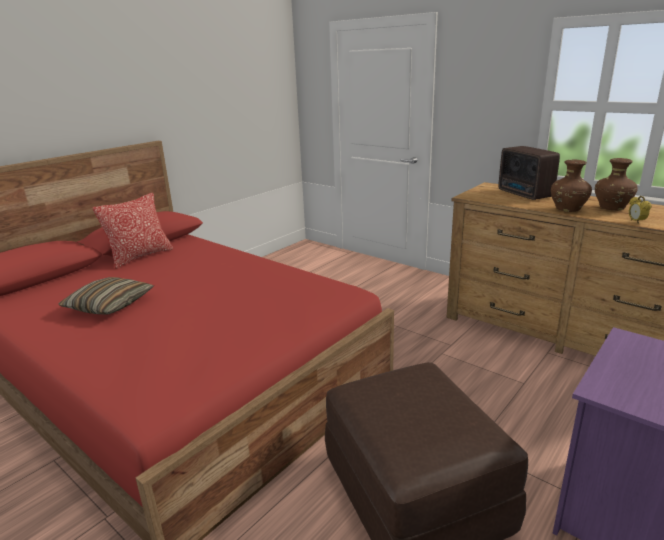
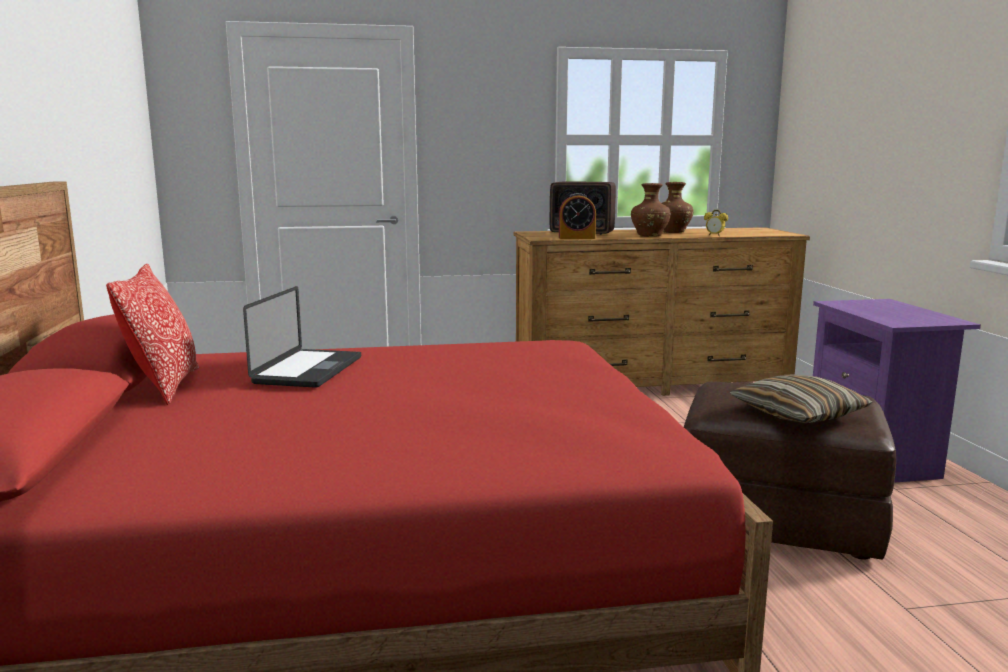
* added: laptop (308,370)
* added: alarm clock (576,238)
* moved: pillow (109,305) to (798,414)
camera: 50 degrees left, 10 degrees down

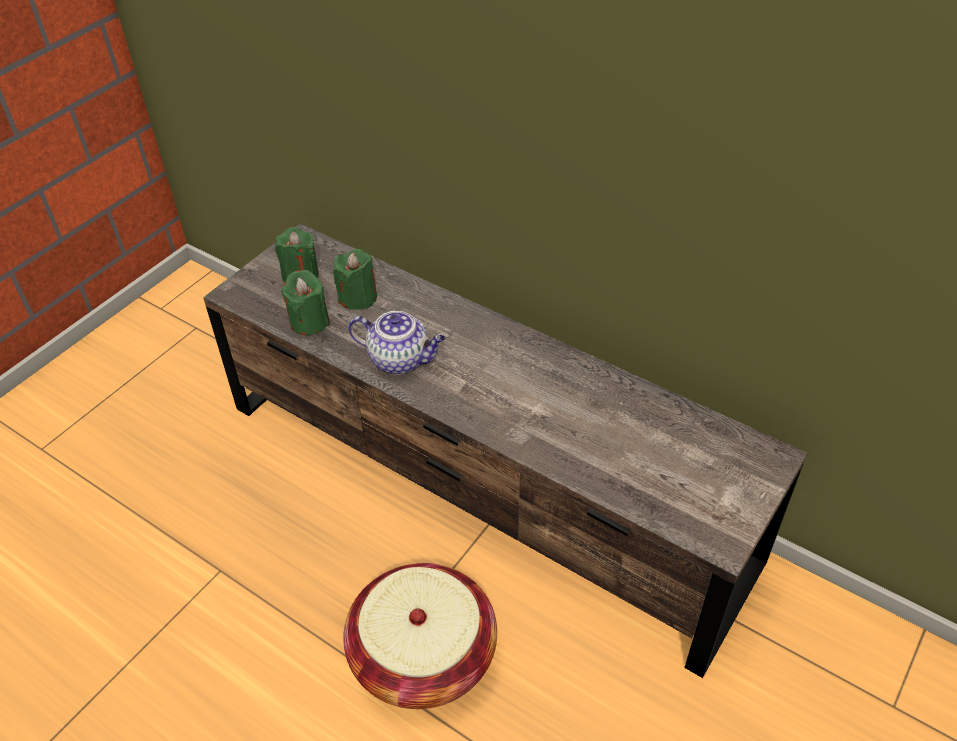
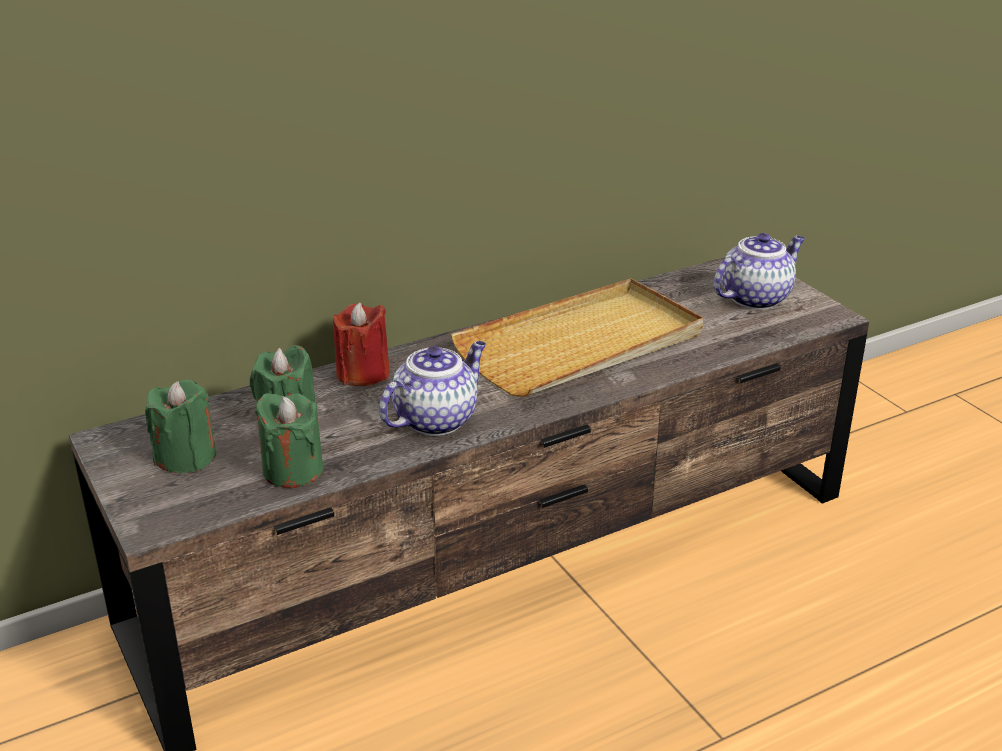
* removed: basket (423,655)
* added: red candle (363,373)
* added: beige tray (581,345)
* added: teapot (756,297)
camera: 65 degrees left, 15 degrees down

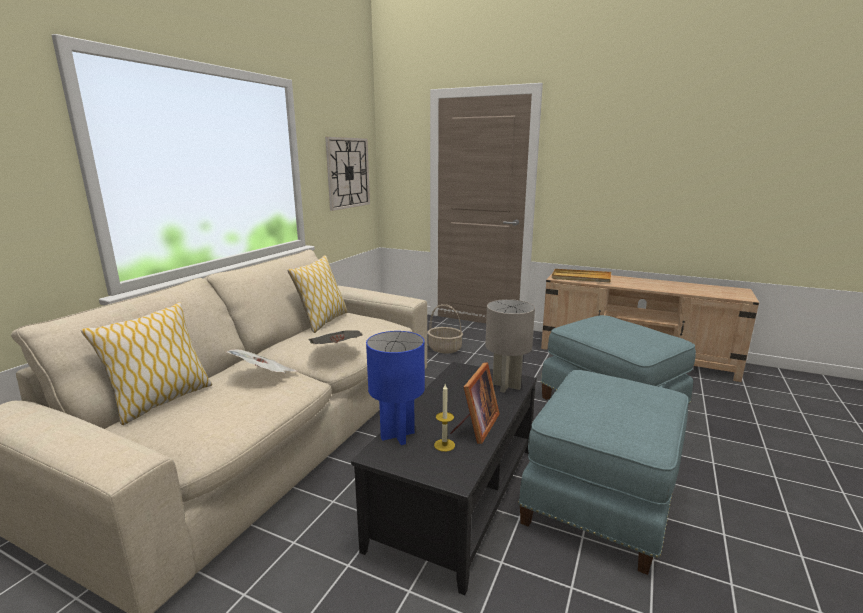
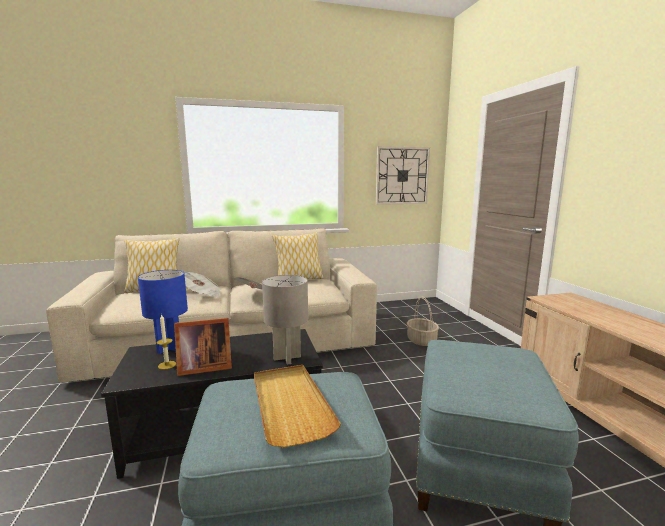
* moved: beige tray (581,278) to (290,404)
camera: 50 degrees right, 5 degrees down

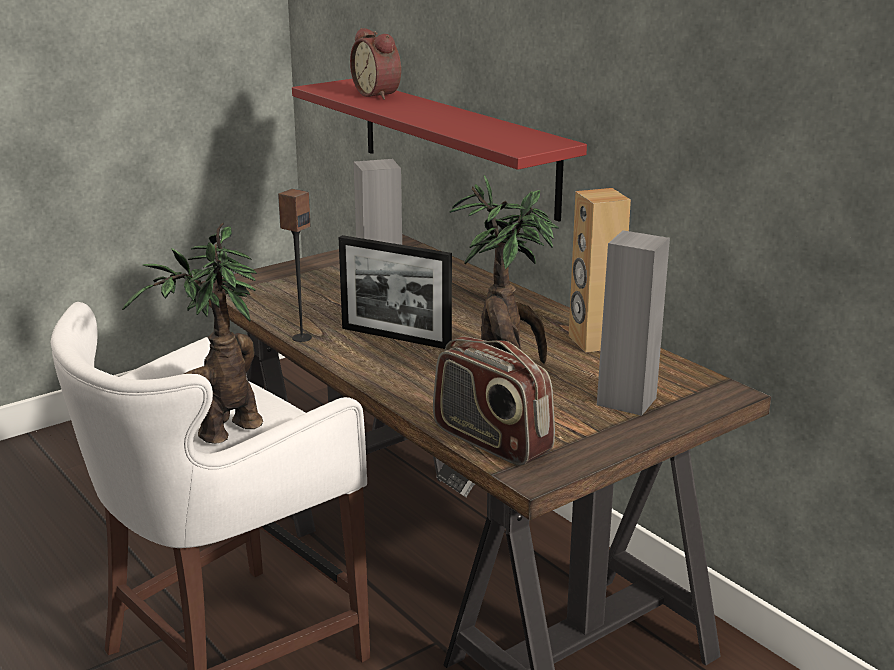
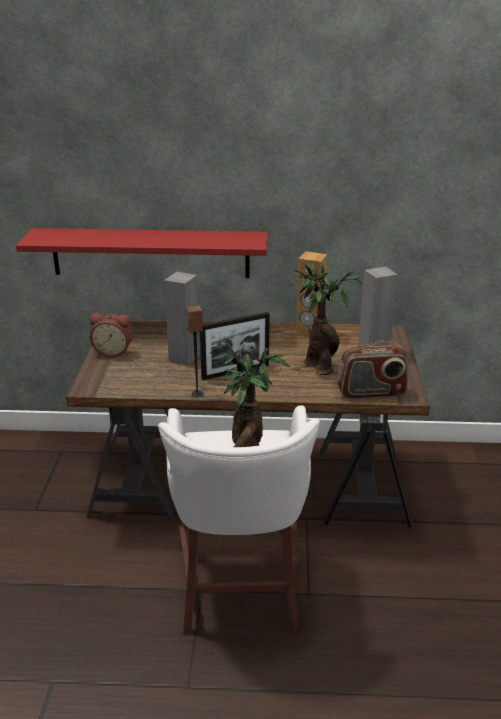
* moved: alarm clock (379,94) to (114,351)
camera: 50 degrees left, 5 degrees up

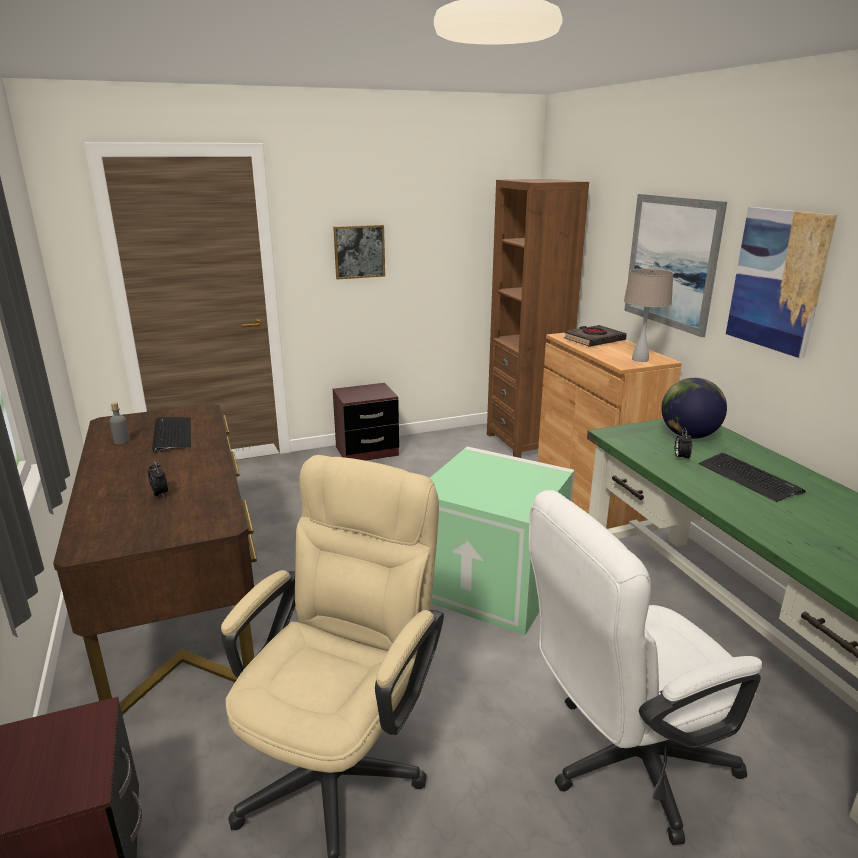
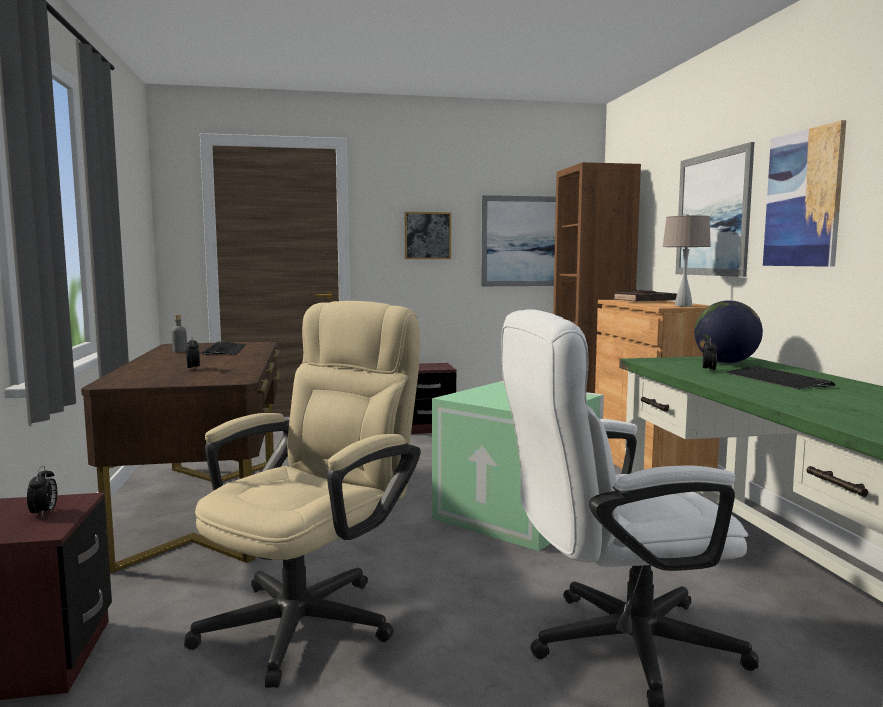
* added: alarm clock (44,513)
* added: picture (524,241)
camera: 10 degrees right, 15 degrees down

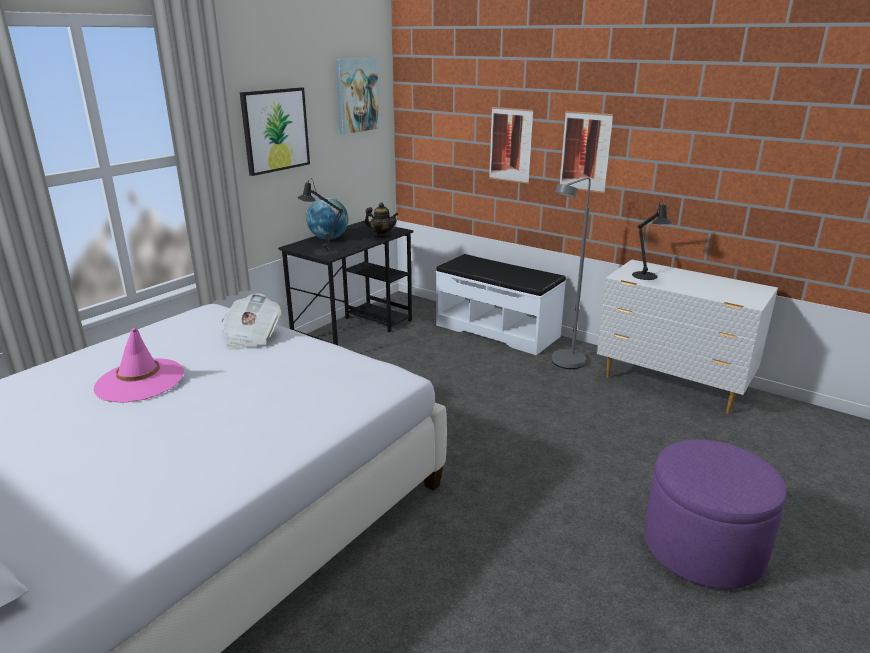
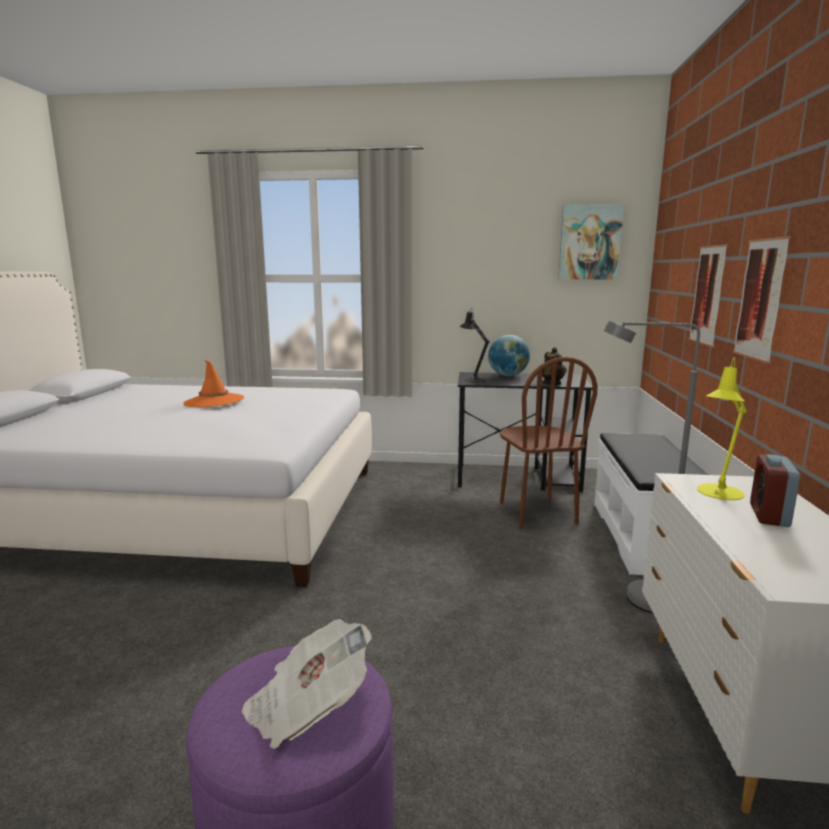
* removed: picture (275,130)
* added: brown chair (536,513)
* added: alarm clock (769,515)
* moved: newspaper (251,337) to (308,707)
* recoloured: pink hat (140,381) to orange hat (214,401)
* recoloured: black table lamp (646,277) to yellow table lamp (717,493)
camera: 60 degrees right, 10 degrees down

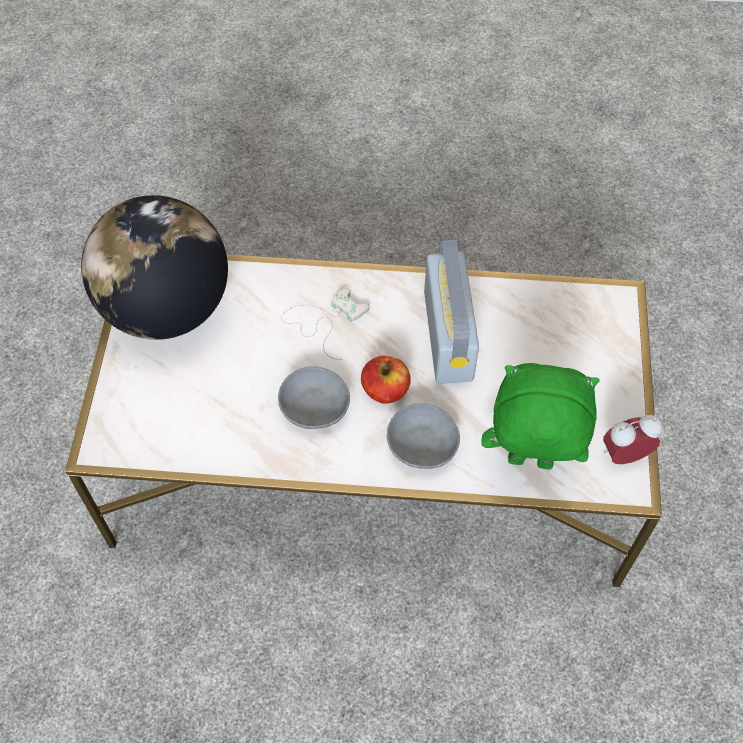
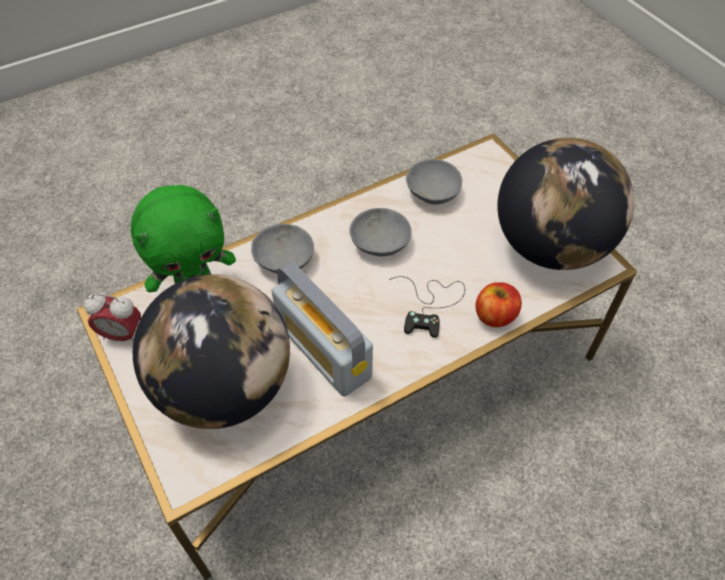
* added: globe (225,388)
* added: grey bowl (434,192)
* moved: apple (385,390) to (495,315)
* recoloured: white game controller (324,321) to black game controller (430,304)
* turned: alarm clock (624,455) = (122,334) 60 degrees clockwise
camera: 145 degrees right, 5 degrees down

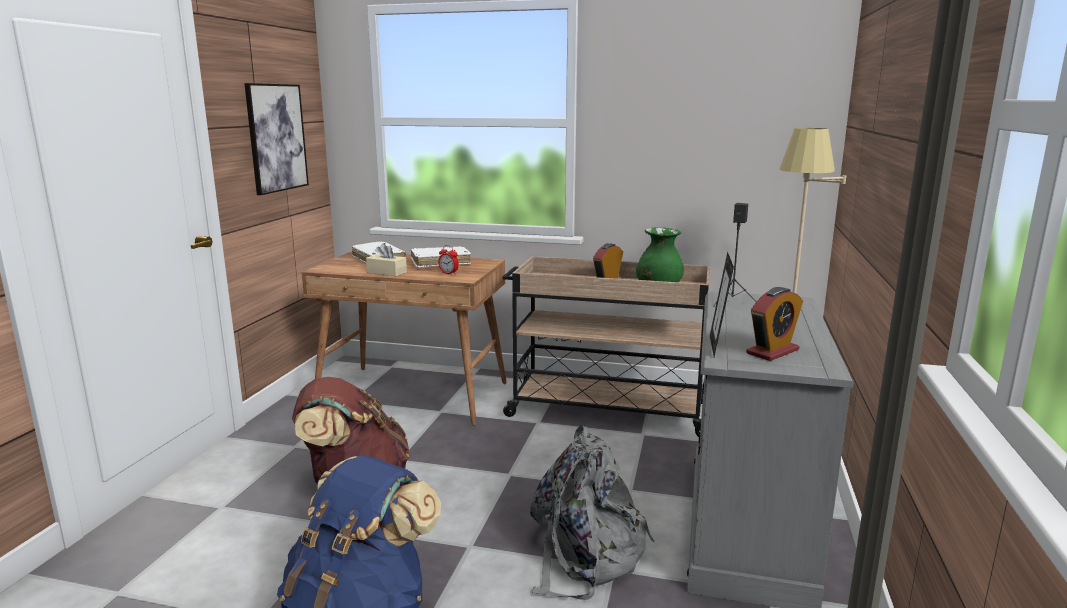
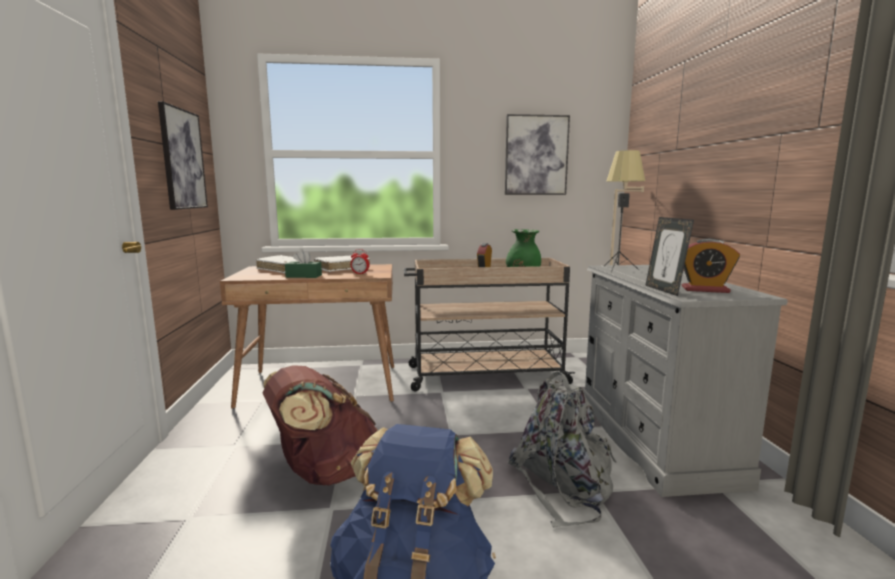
* added: picture (536,155)
* recoloured: beige tissue box (386,272) to green tissue box (304,276)
* turned: alarm clock (772,351) = (705,290) 75 degrees clockwise
camera: 20 degrees left, 5 degrees down

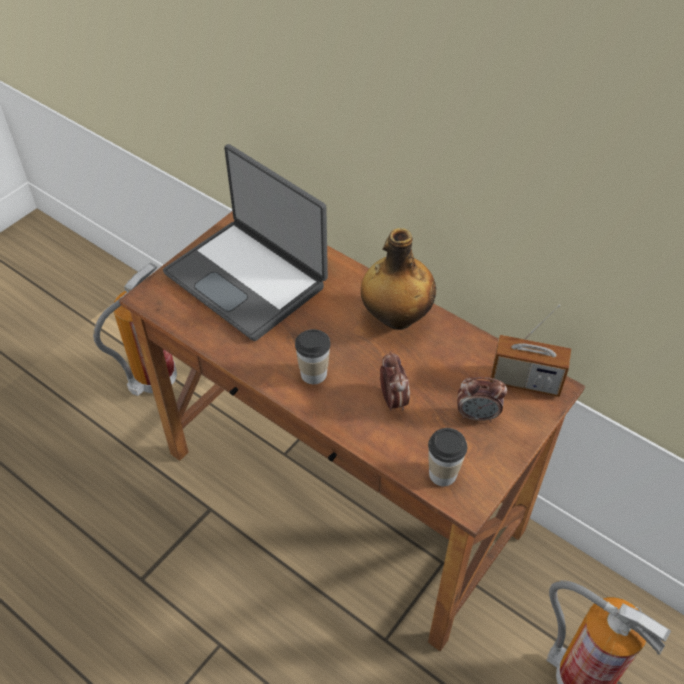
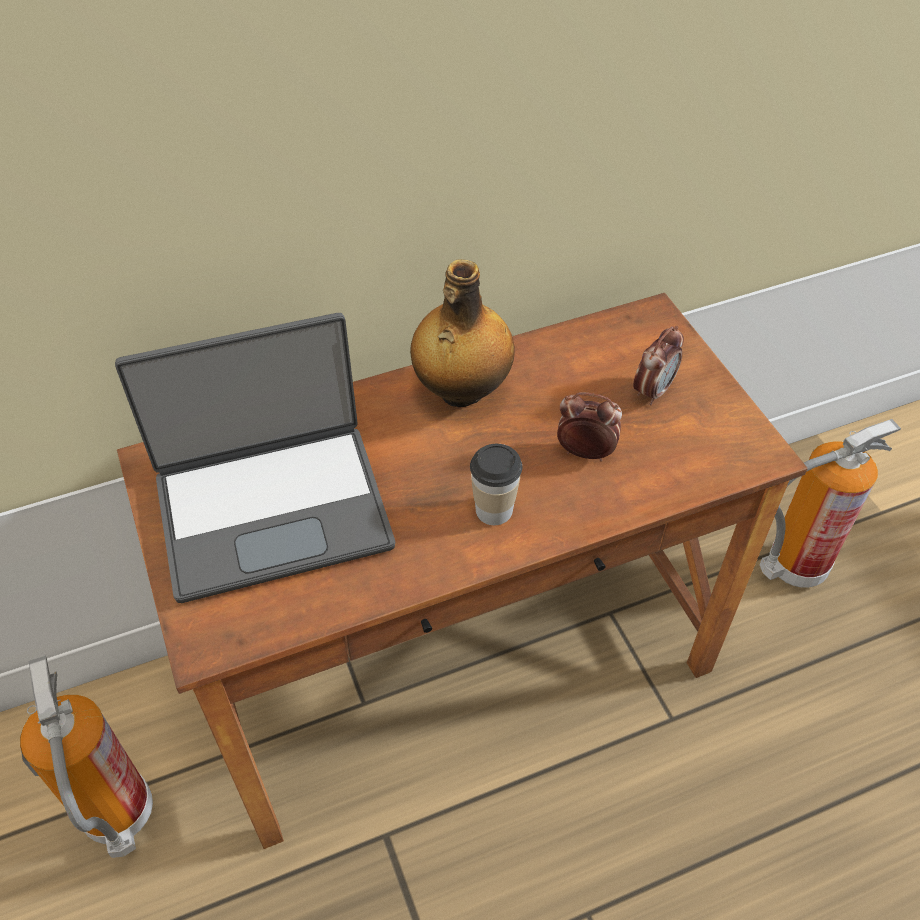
* removed: cup (442,474)
* removed: radio (525,381)
camera: 60 degrees left, 0 degrees up

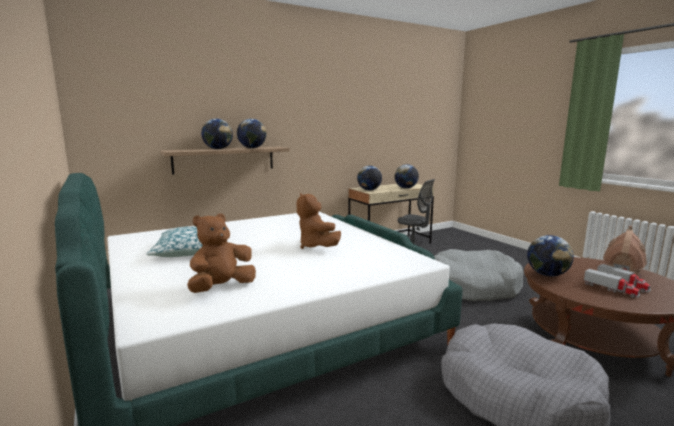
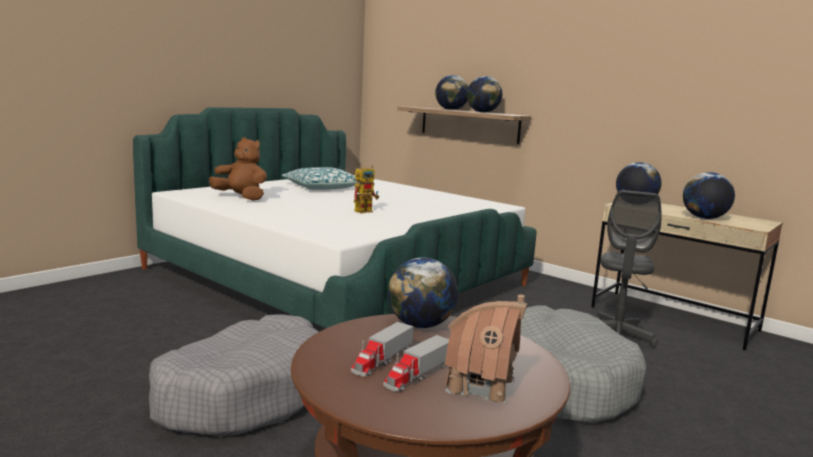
* replaced: brown plush toy (316,246) to toy robot (365,211)
camera: 70 degrees right, 0 degrees up

